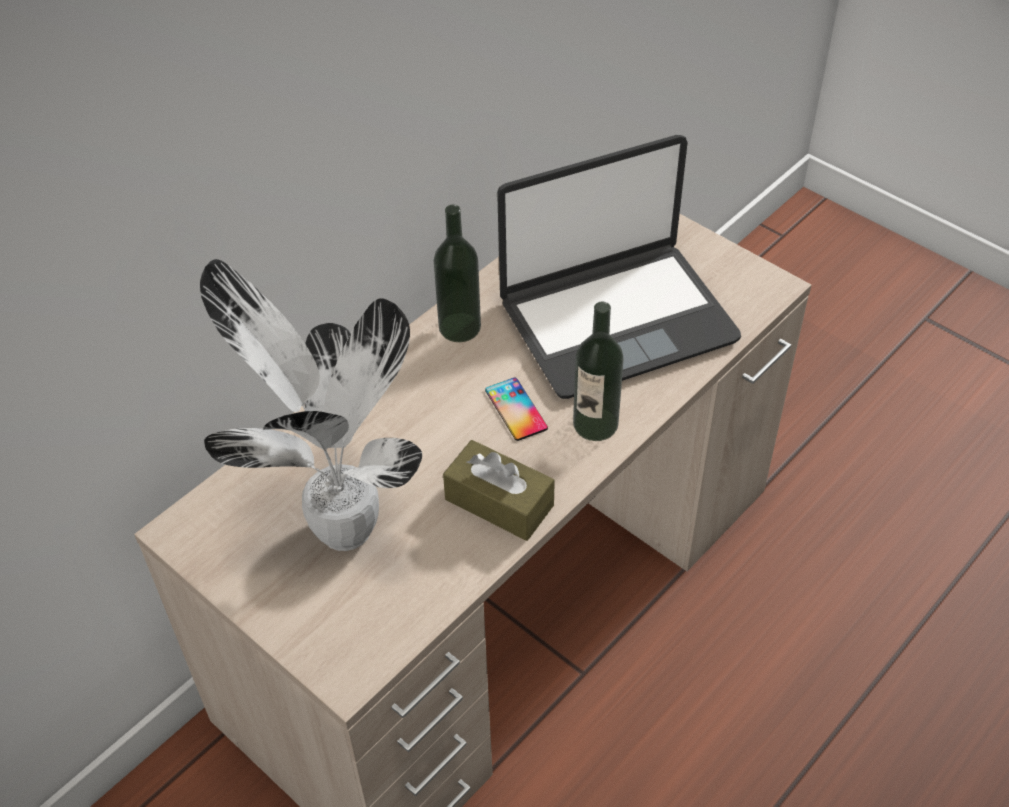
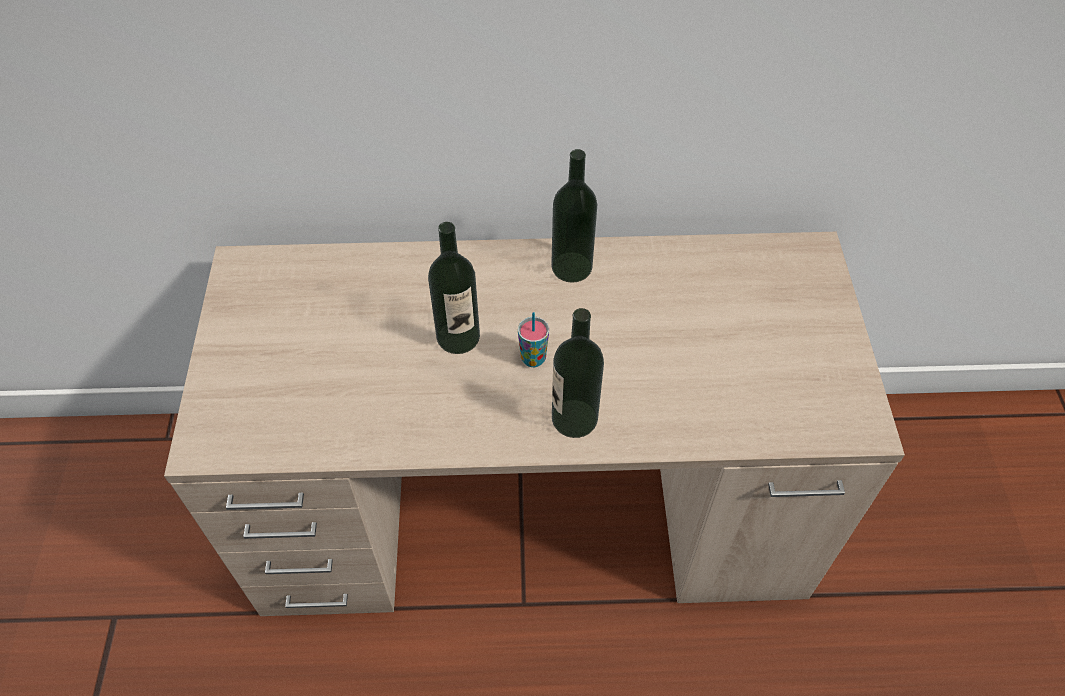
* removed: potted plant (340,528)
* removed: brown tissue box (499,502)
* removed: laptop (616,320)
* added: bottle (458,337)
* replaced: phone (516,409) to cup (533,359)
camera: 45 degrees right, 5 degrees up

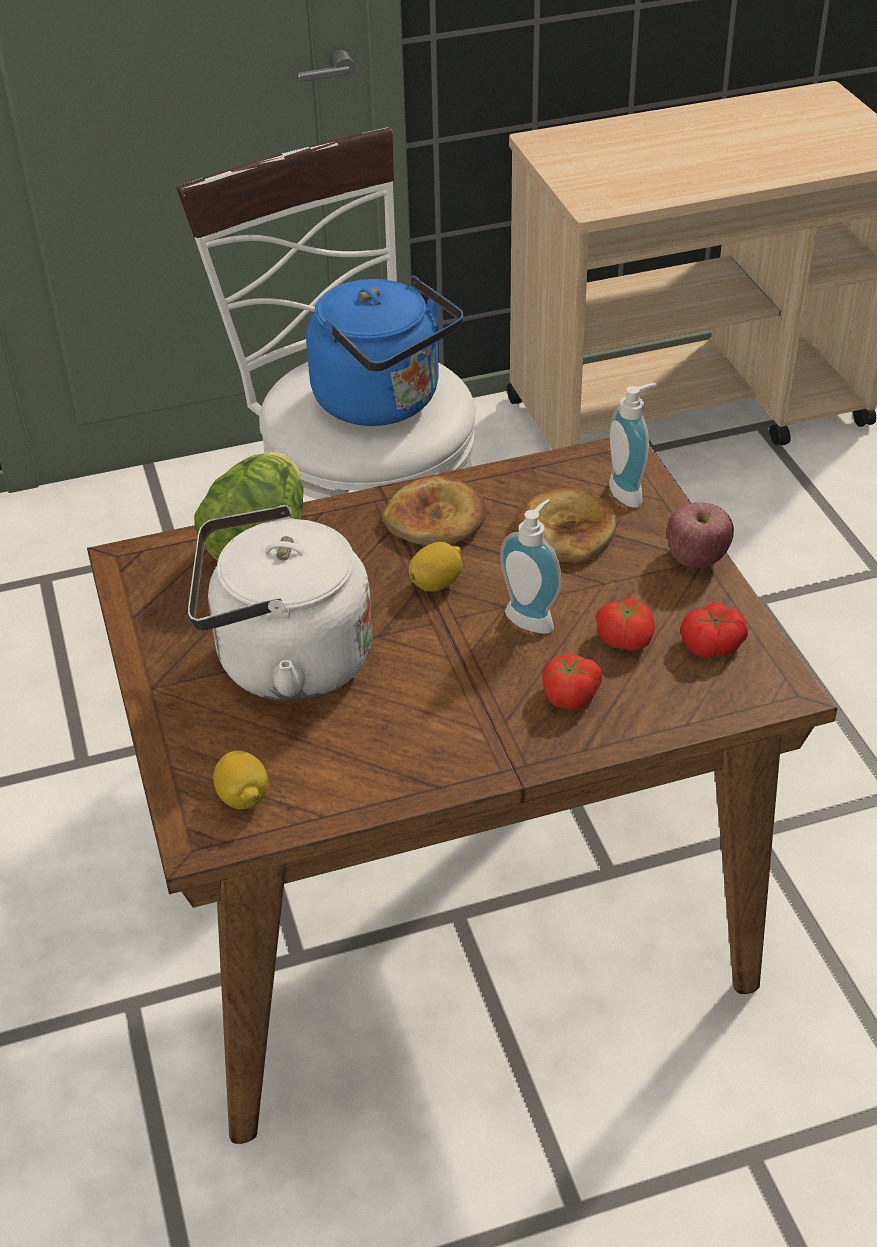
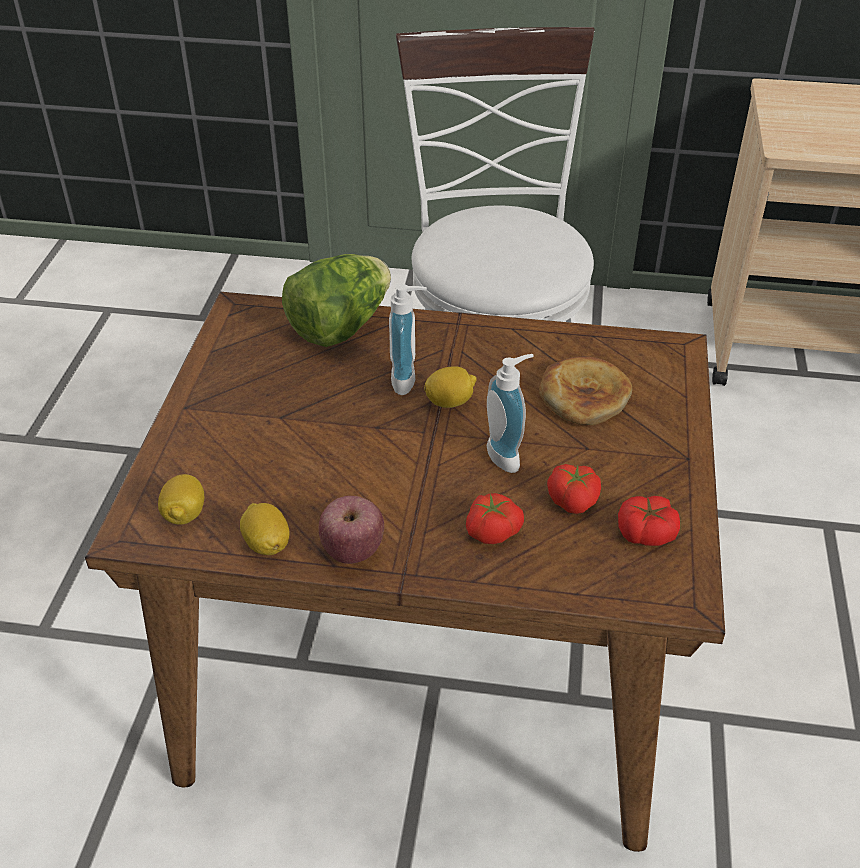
* removed: white kettle (284,662)
* removed: blue kettle (384,402)
* removed: bread (436,518)
* added: lemon (267,544)
* moved: soap dispenser (630,492) to (408,380)
* moved: apple (696,558) to (353,551)
camera: 25 degrees right, 0 degrees up

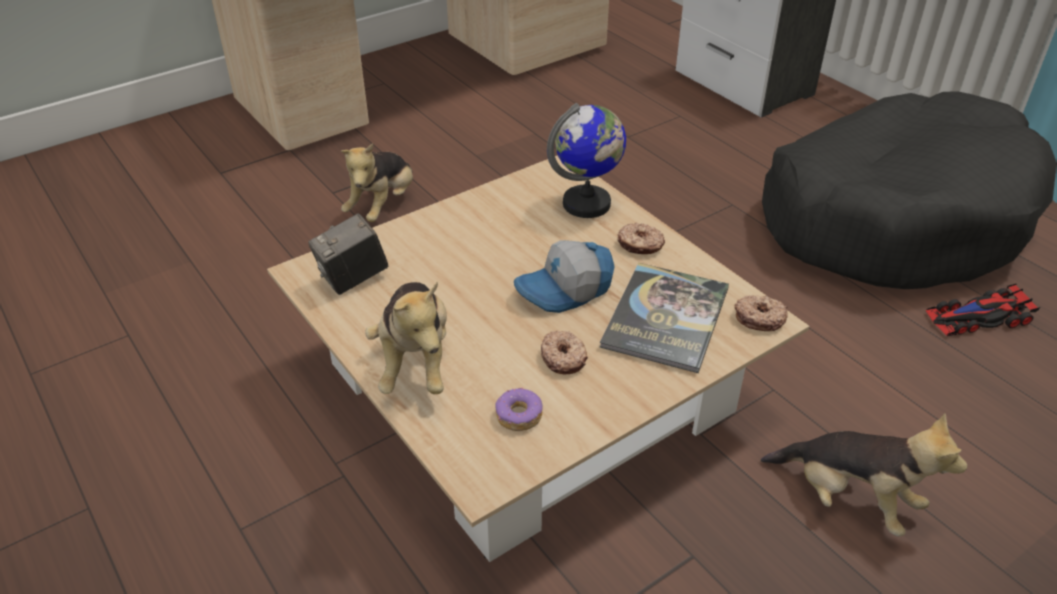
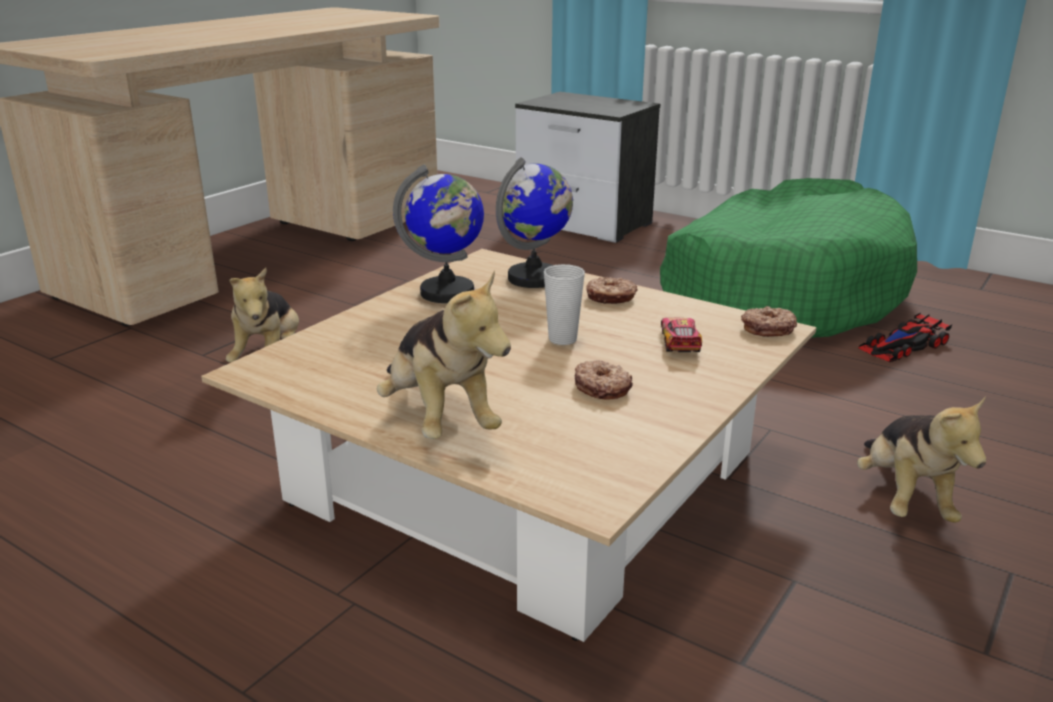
* removed: photo camera (353,279)
* removed: donut (518,416)
* added: globe (447,293)
* replaced: cap (565,290) to cup (562,339)
* replaced: book (666,317) to toy car (679,342)
* recoloured: black dog bed (894,217) to green dog bed (781,291)
* turned: plush toy (849,499) = (904,498) 75 degrees clockwise
camera: 20 degrees left, 15 degrees down

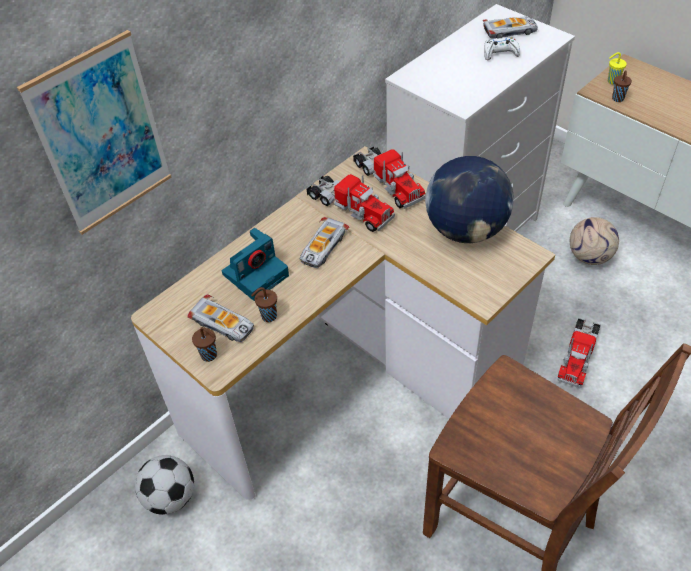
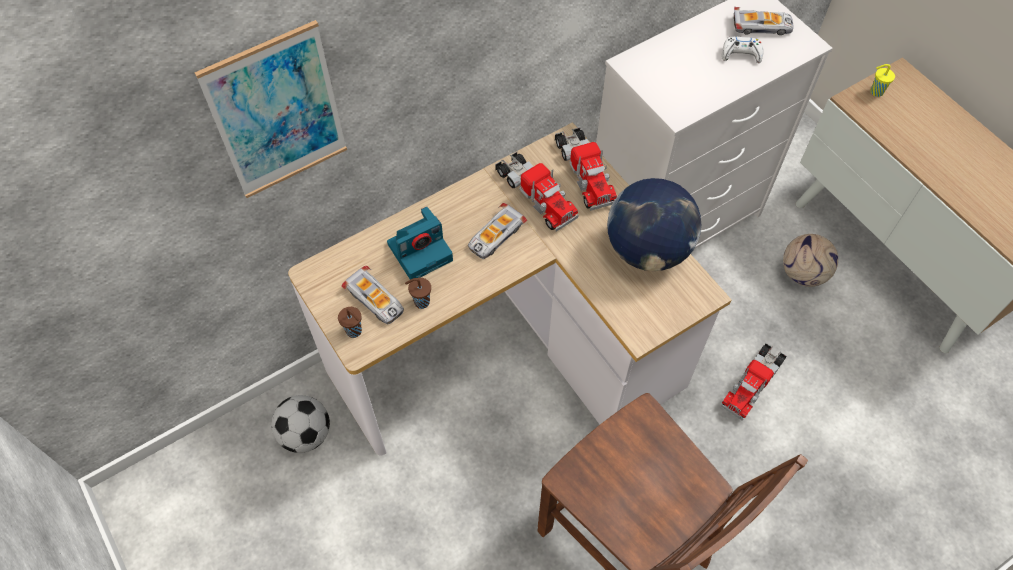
* removed: brown cup (618,99)
camera: 10 degrees right, 10 degrees up

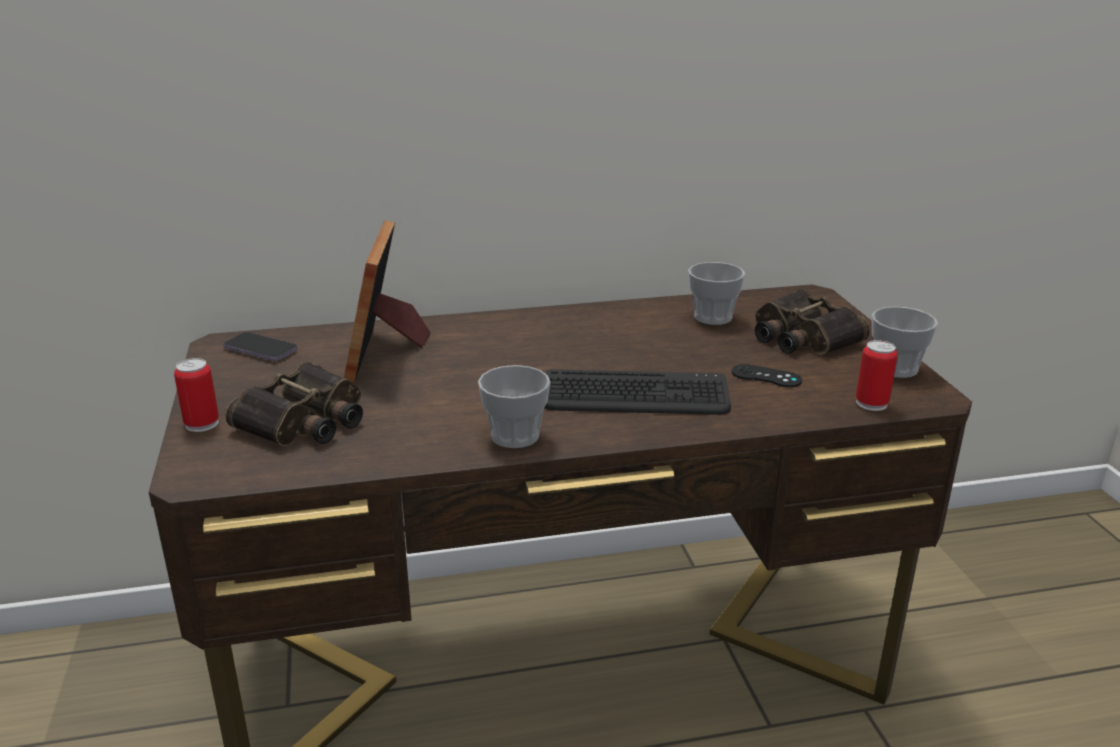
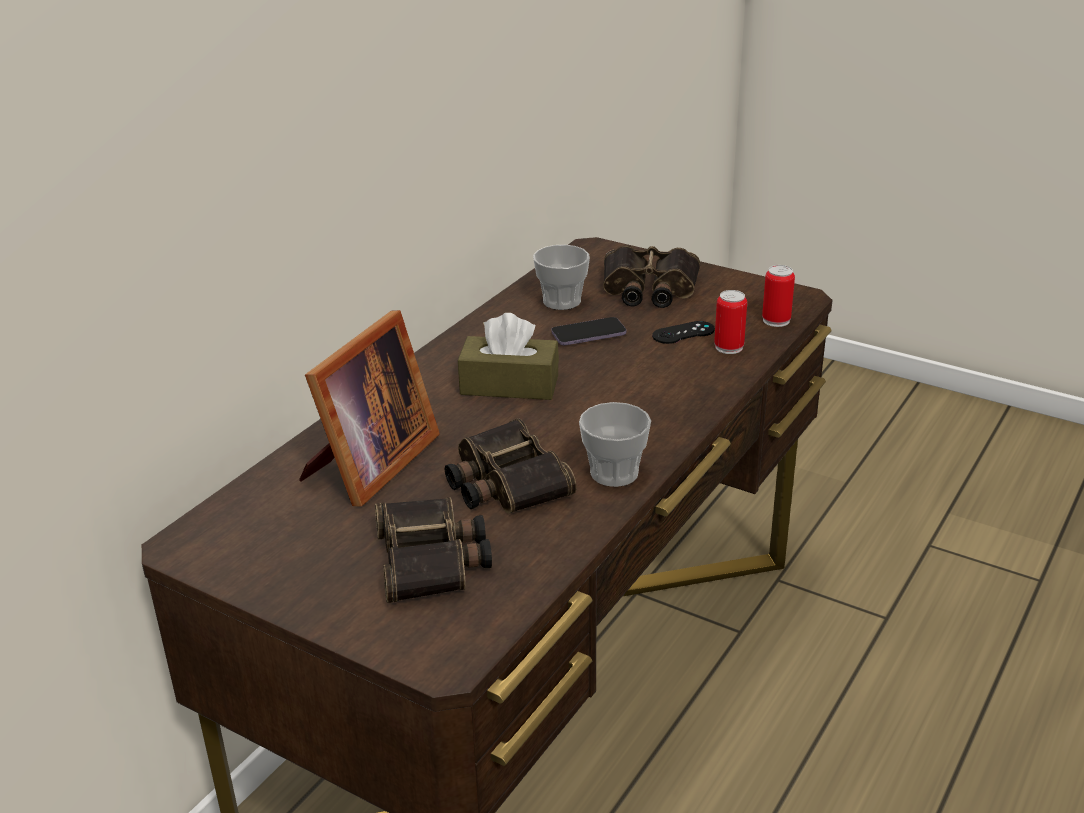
* removed: keyboard (635,396)
* removed: cup (895,368)
* added: binoculars (505,482)
* added: brown tissue box (509,385)
* moved: can (202,424) to (728,347)
* moved: phone (261,349) to (588,334)
* turned: picture frame (386,353) = (368,465) 105 degrees counterclockwise
camera: 45 degrees left, 5 degrees up

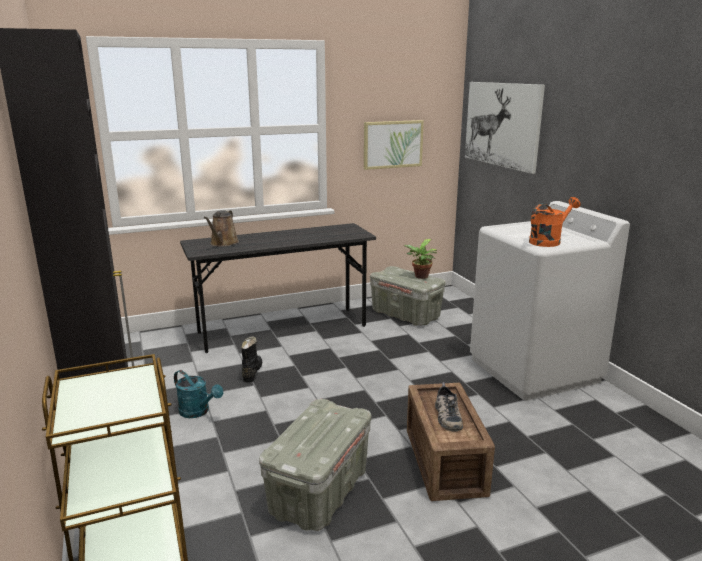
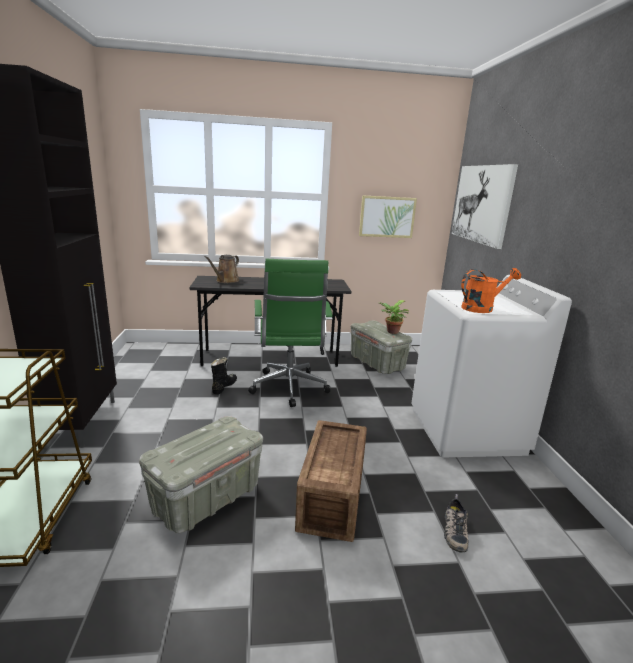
* removed: turquoise watering can (198,412)
* added: green office chair (289,389)
* moved: shoe (446,416) to (454,530)
camera: 15 degrees right, 0 degrees up

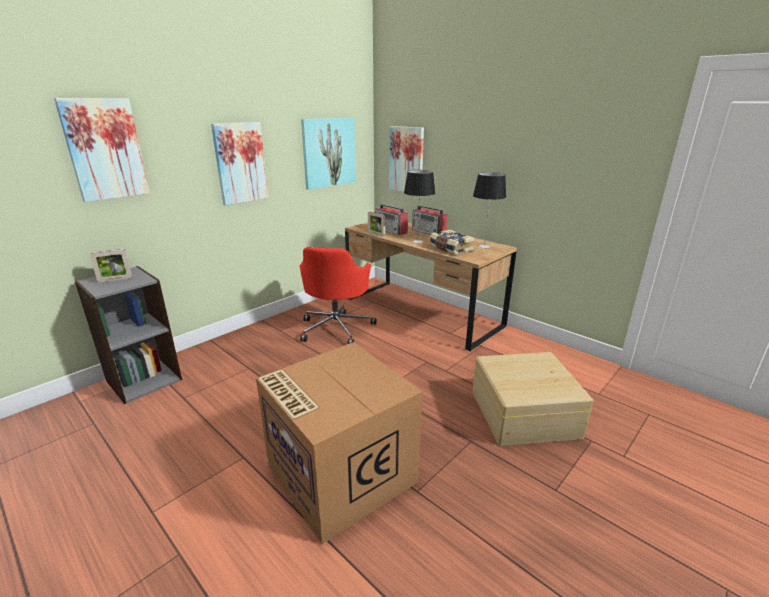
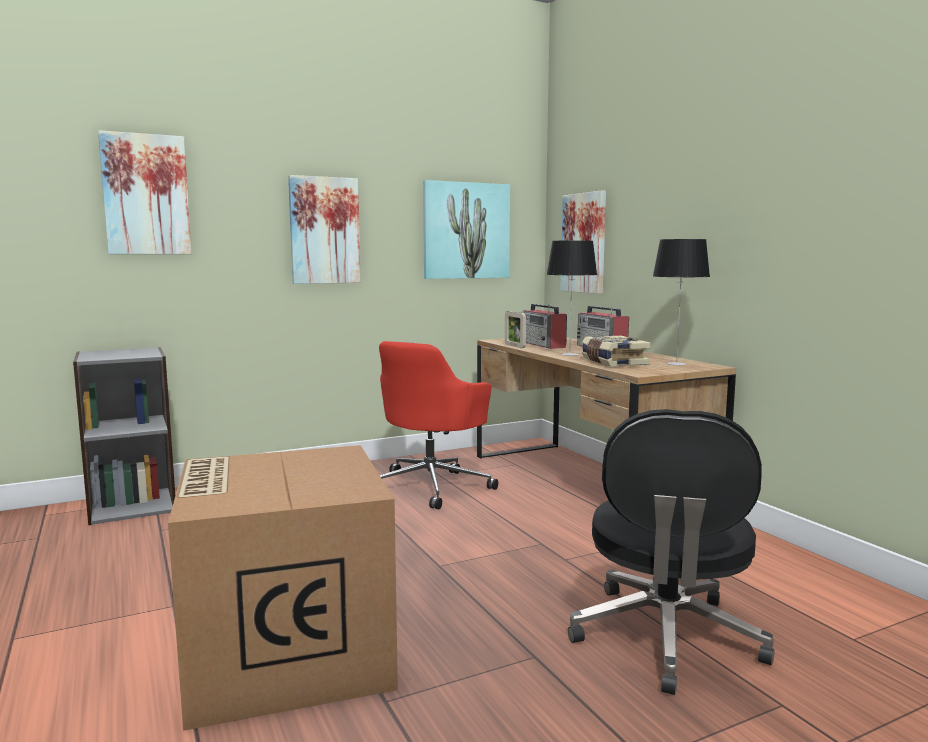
* removed: picture frame (115,279)
* replaced: beige storage box (523,413) to black office chair (666,638)
camera: 20 degrees right, 15 degrees down

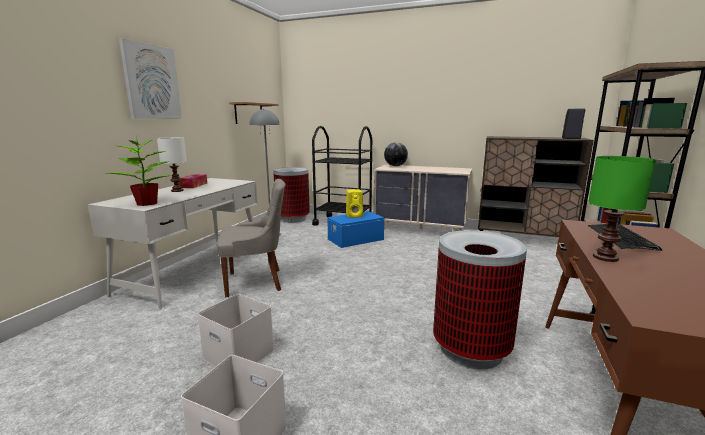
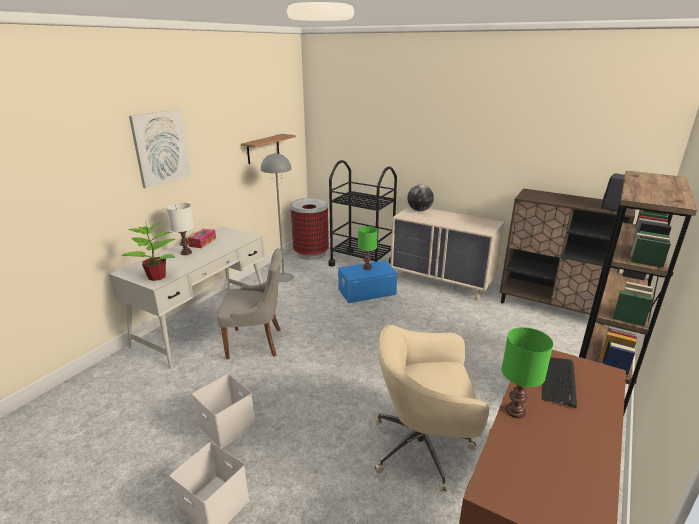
* replaced: yellow speaker (355,215) to green table lamp (367,267)
* replaced: trash can (470,349) to beige office chair (424,447)
camera: 10 degrees right, 10 degrees up

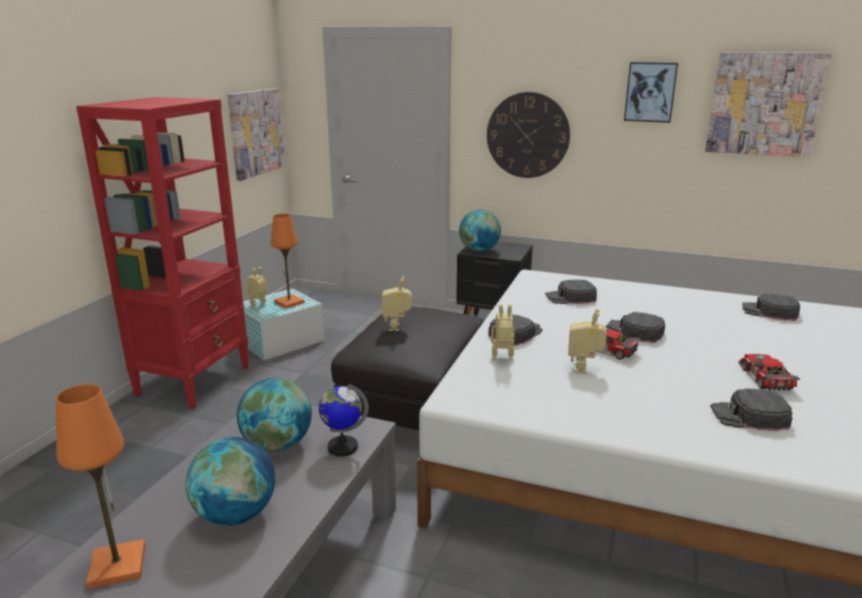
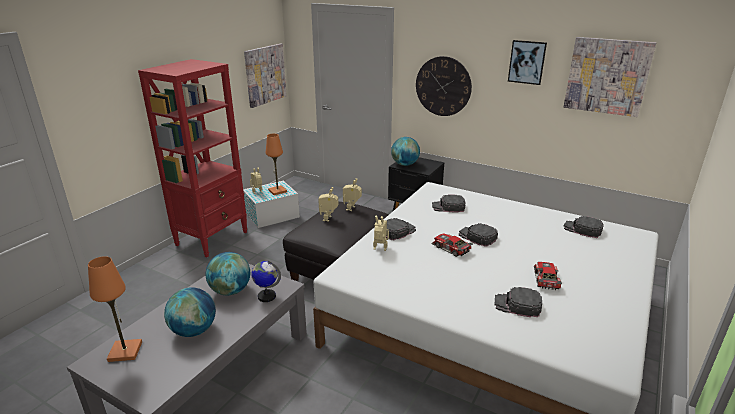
* moved: toy robot (584,369) to (352,208)
camera: 10 degrees right, 5 degrees up

